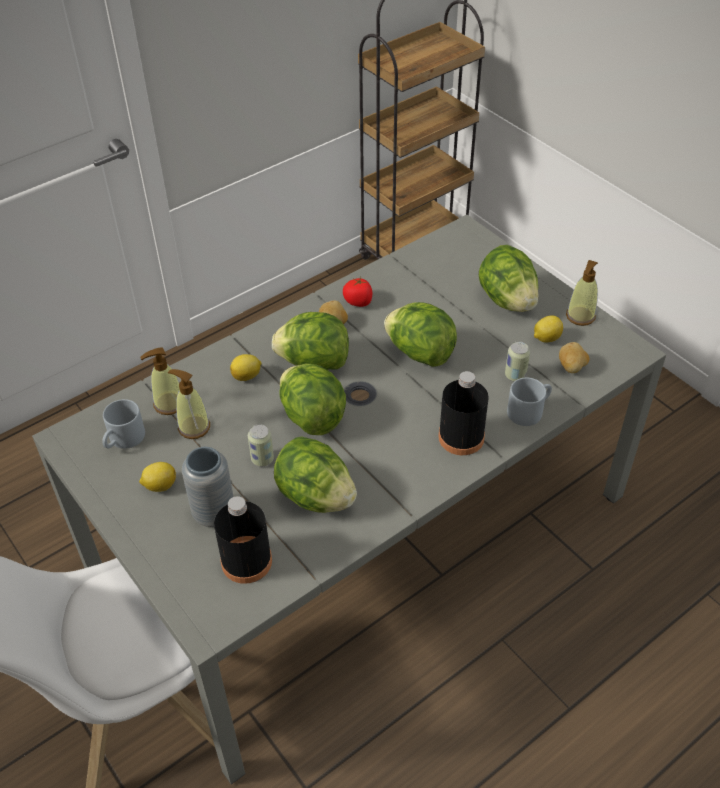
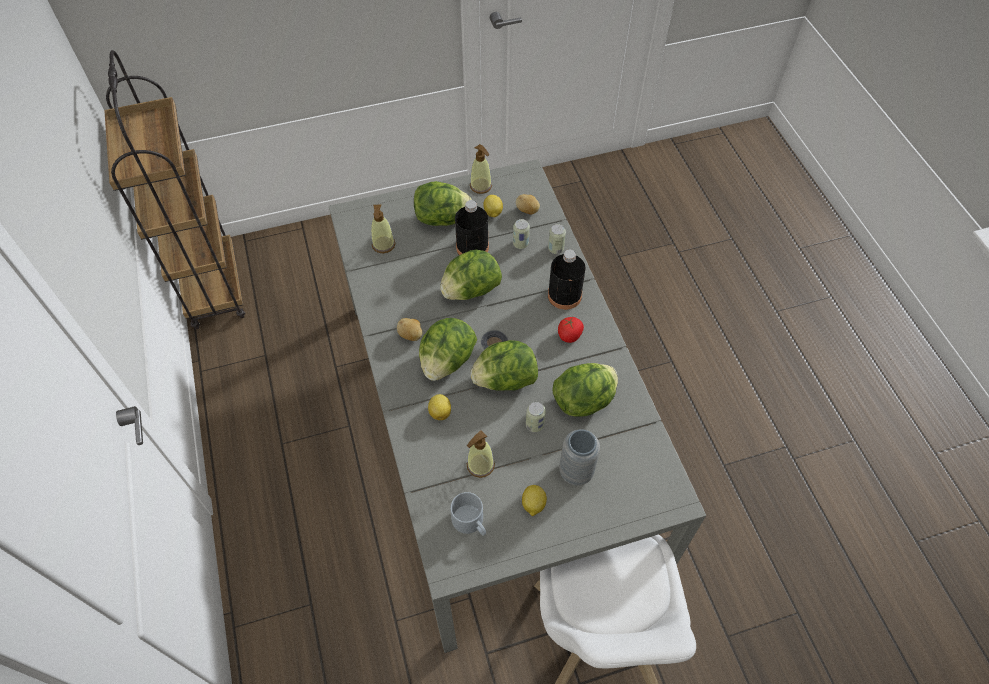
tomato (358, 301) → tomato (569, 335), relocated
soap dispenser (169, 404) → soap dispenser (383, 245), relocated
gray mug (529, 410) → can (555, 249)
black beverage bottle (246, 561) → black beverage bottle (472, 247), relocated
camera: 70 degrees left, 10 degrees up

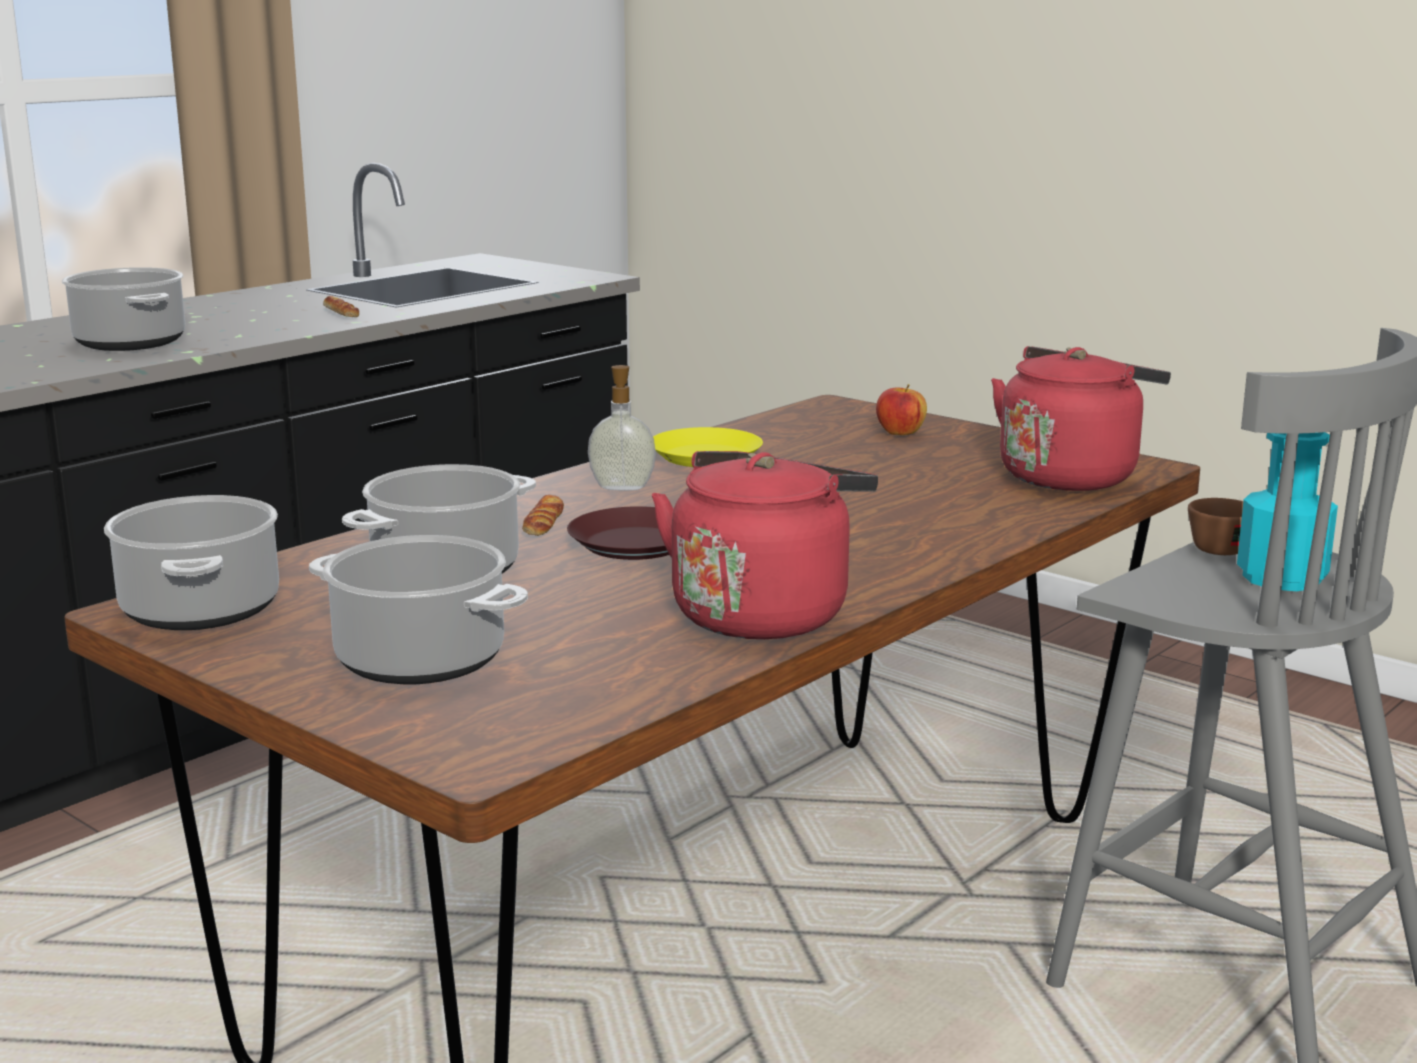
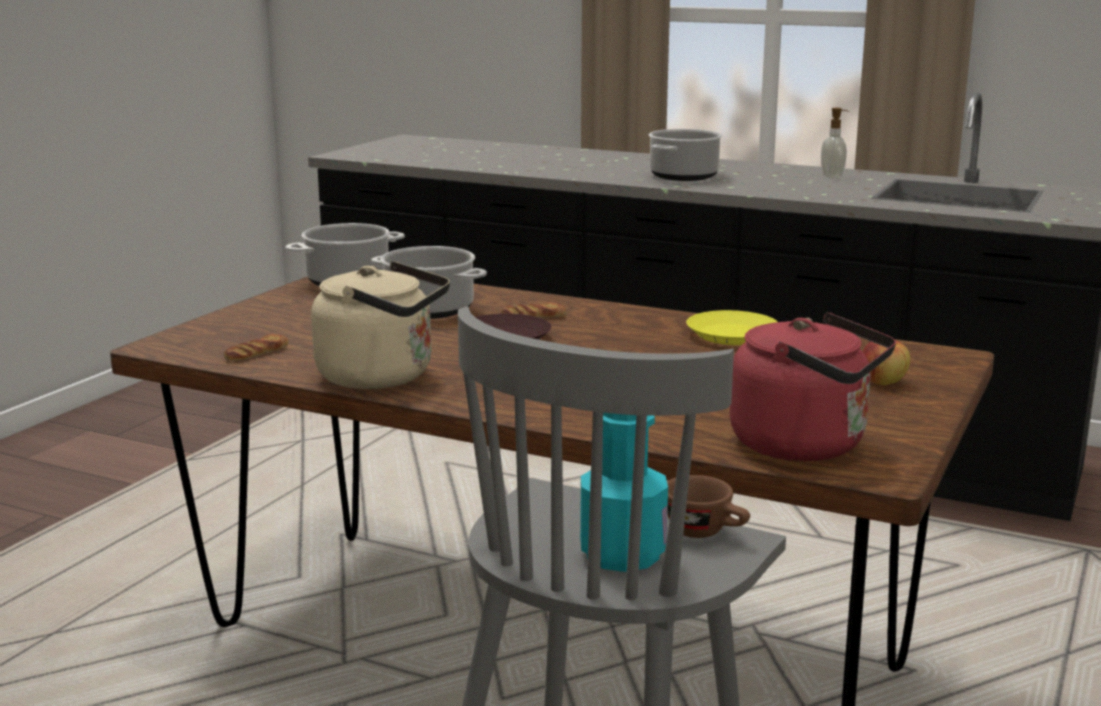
bakery bread (341, 313) → bakery bread (256, 353), relocated
soap dispenser (622, 487) → soap dispenser (833, 177), relocated
red-coloured kettle (763, 613) → beige kettle (383, 377)
stockpot (417, 660) → -
camera: 75 degrees right, 0 degrees up

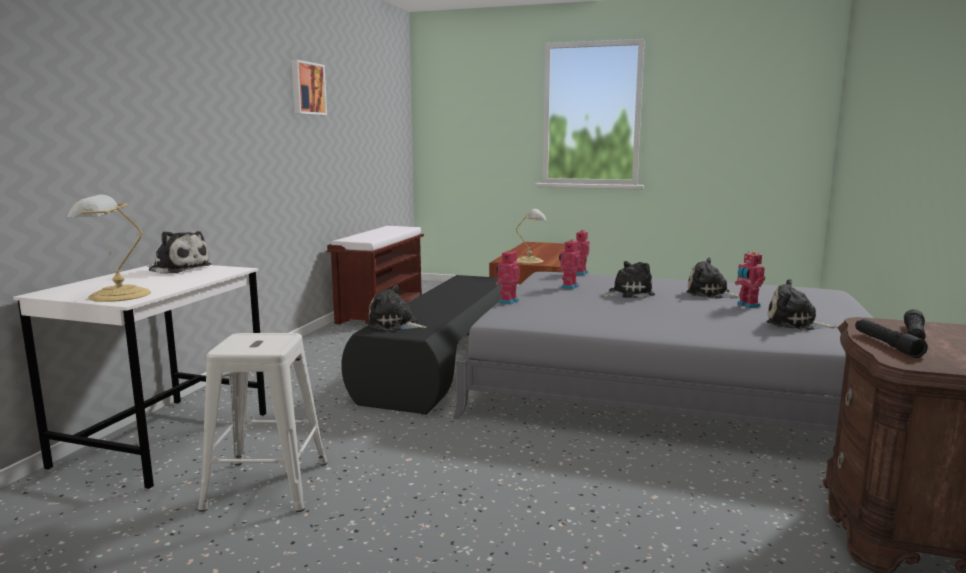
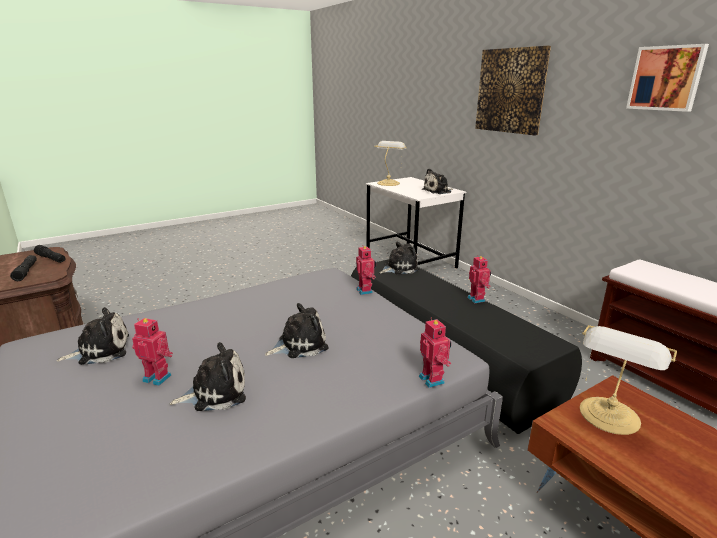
toy robot (568, 286) → toy robot (477, 299), relocated
plush toy (628, 293) → plush toy (299, 344), 135 degrees counterclockwise
white-coloured sitting stool (267, 485) → -
- → wall art (511, 91)
camera: 130 degrees right, 10 degrees up

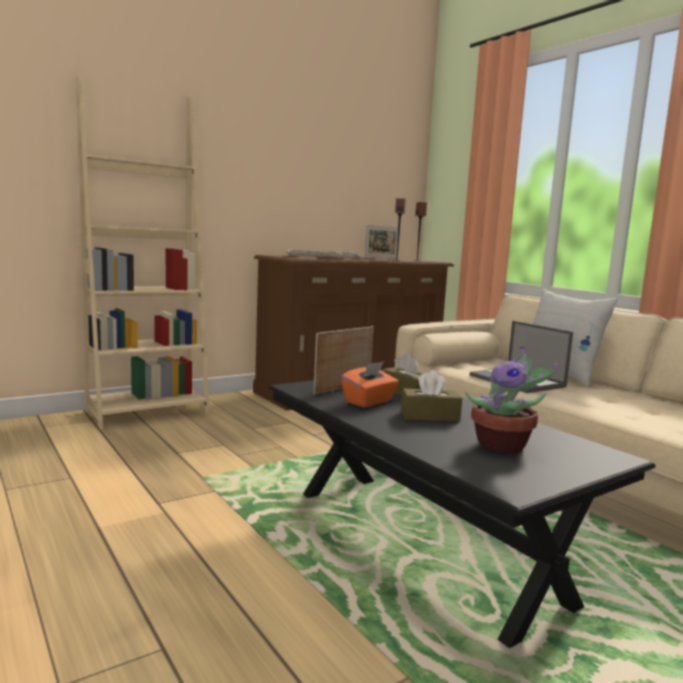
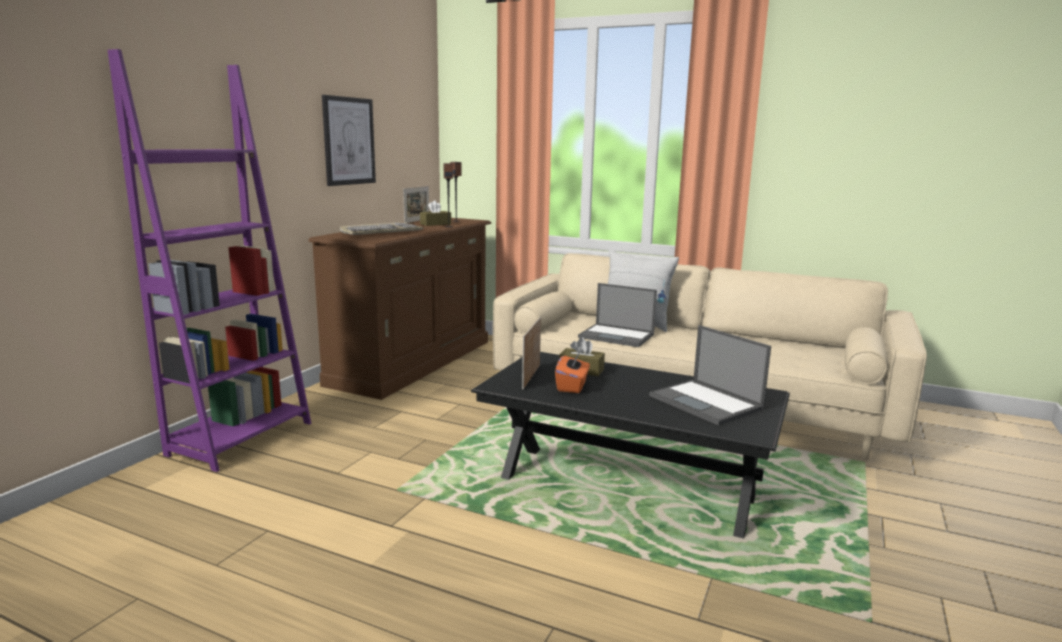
beige bookcase (147, 412) → purplish bookcase (240, 438)
plant in a pot (504, 446) → portable computer (707, 403)
brown-coloured tissue holder (430, 416) → brown-coloured tissue holder (435, 224), relocated
- → wall art (349, 141)
camera: 30 degrees left, 5 degrees up

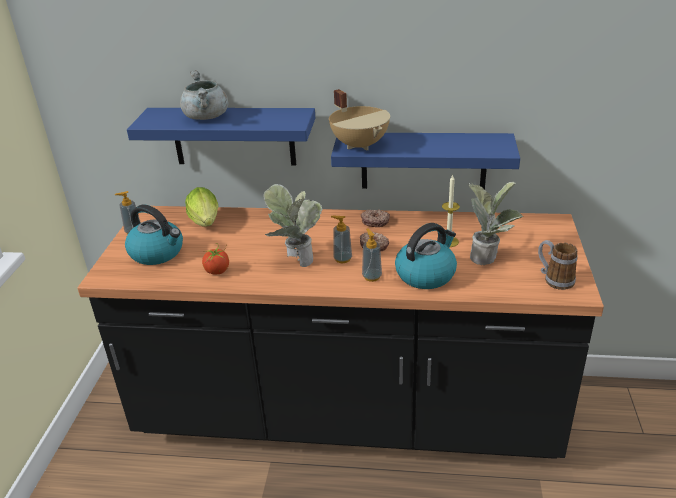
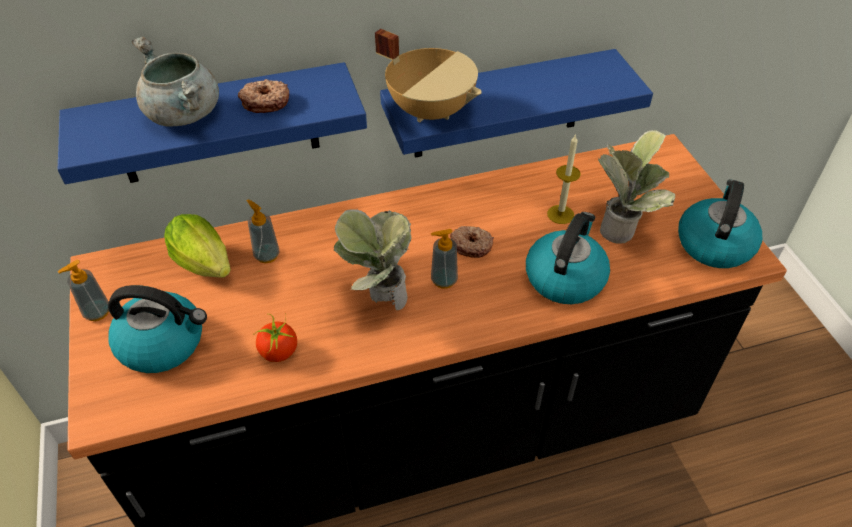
donut (375, 221) → donut (265, 102), relocated
soap dispenser (372, 277) → soap dispenser (267, 255), relocated
mug (554, 279) → kettle (714, 243)
camera: 25 degrees left, 15 degrees up

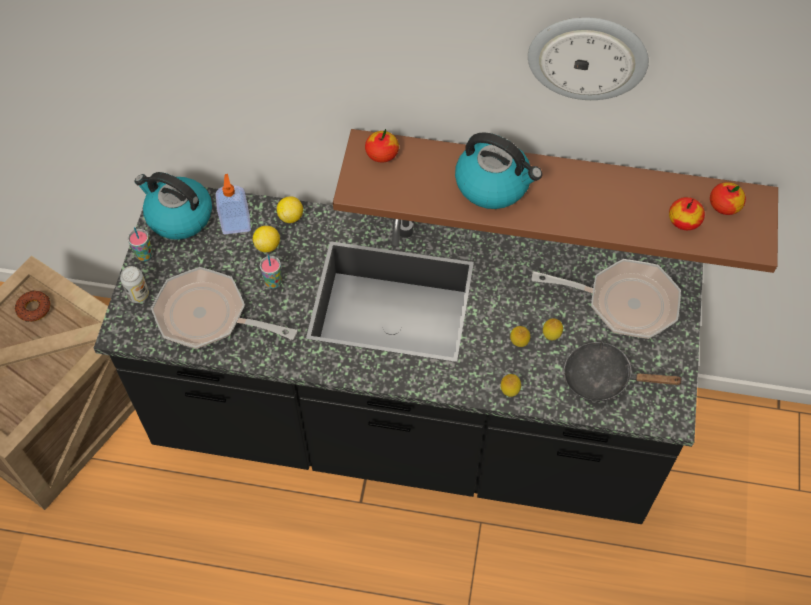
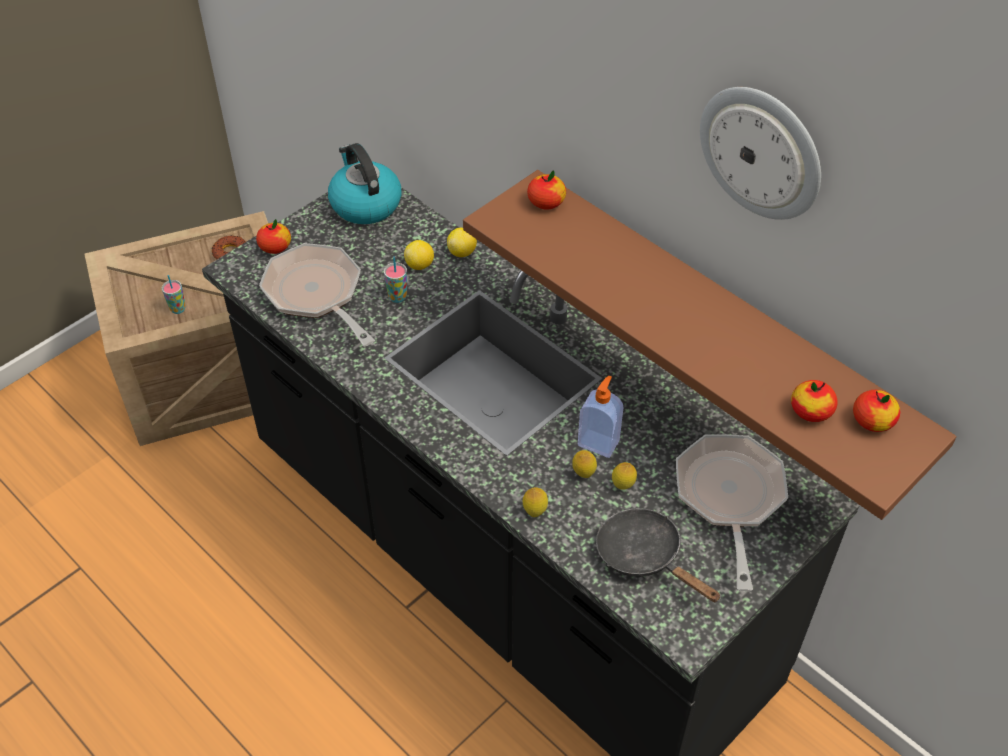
kettle (494, 184) → -
soap dispenser (236, 224) → soap dispenser (599, 442), relocated
cup (144, 255) → cup (178, 309), relocated
pan (623, 302) → pan (729, 498), 135 degrees counterclockwise
can (138, 295) → apple fruit (275, 247)
camera: 35 degrees right, 10 degrees down

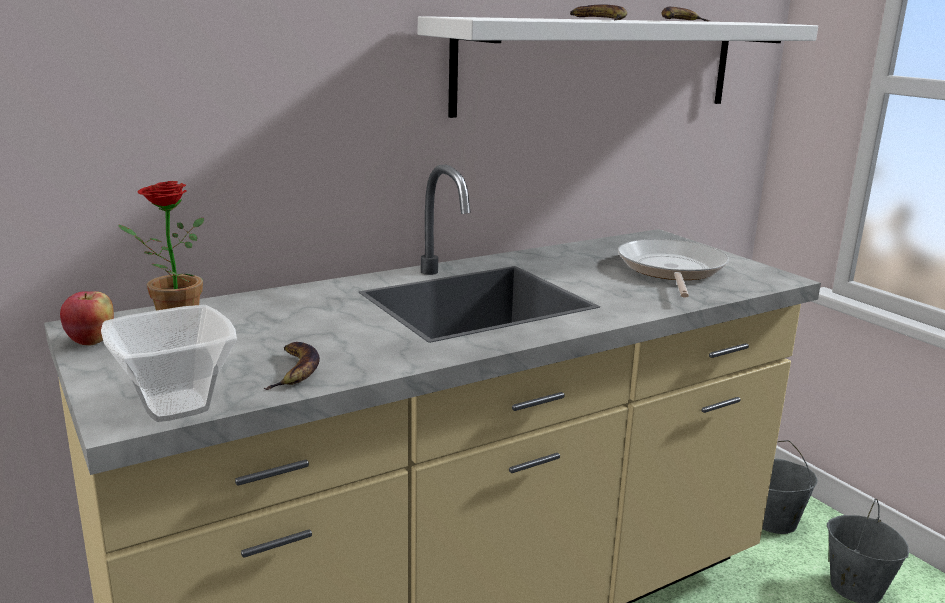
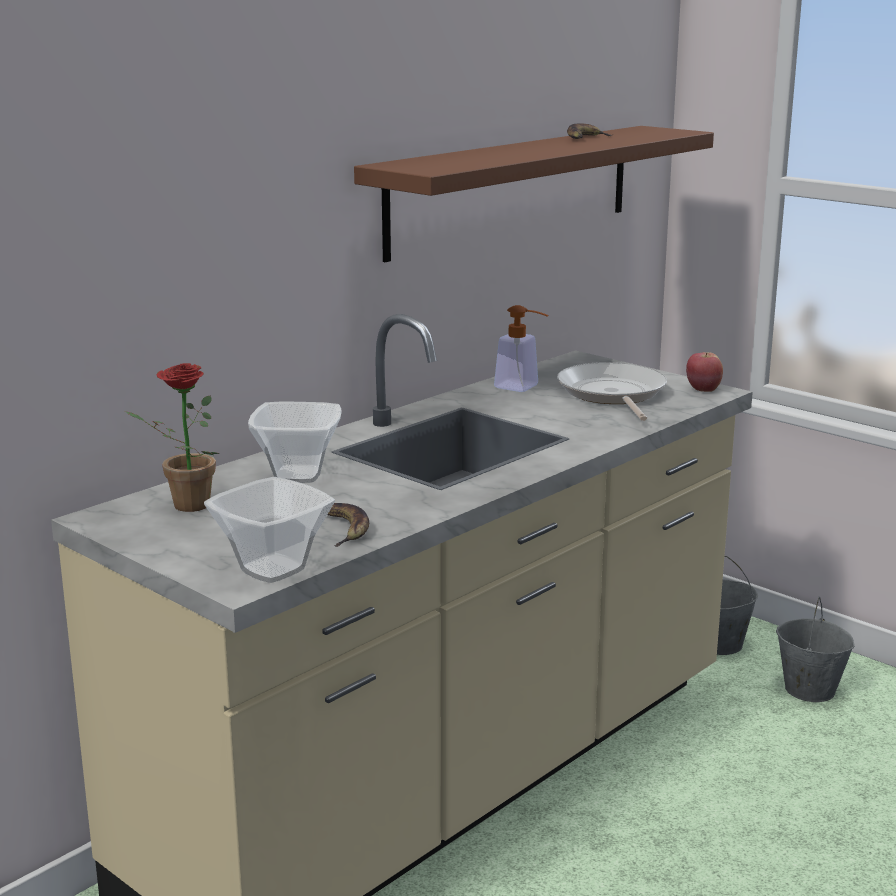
whole banana (599, 19) → -
white-coloured wall shelf (601, 65) → brown-coloured wall shelf (512, 189)
apple fruit (91, 341) → apple fruit (703, 389), relocated
- → soap dispenser (523, 388)
- → bowl (296, 474)
camera: 15 degrees left, 0 degrees up

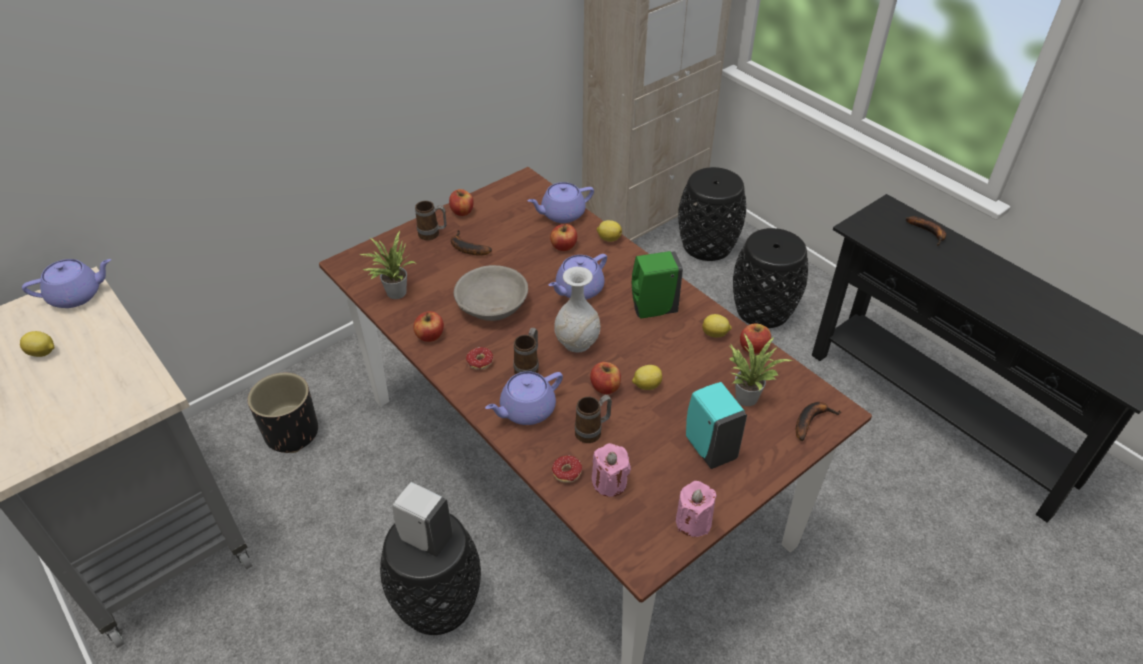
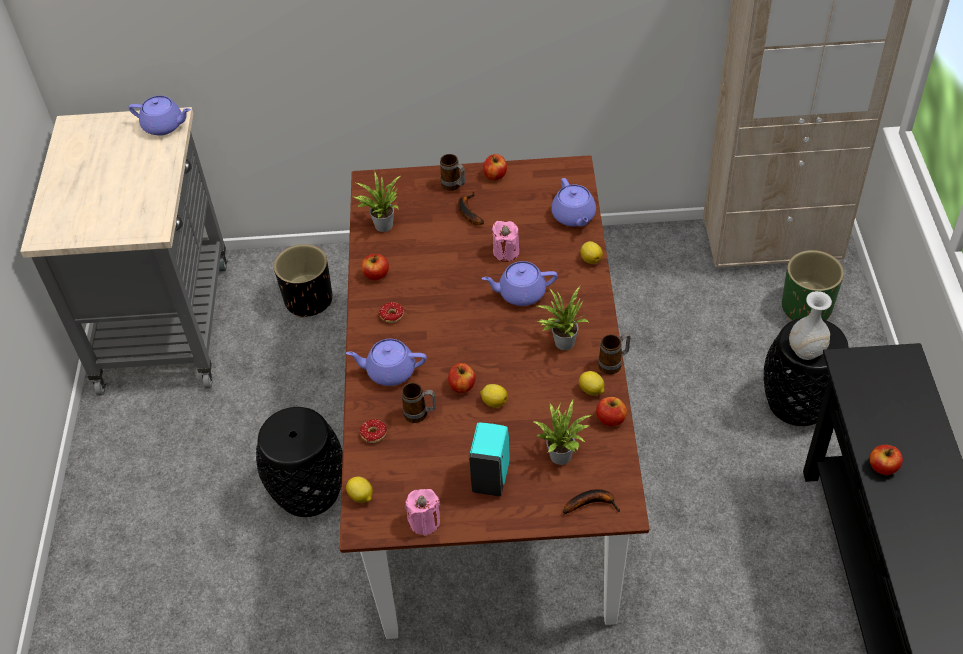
black sitting stool (707, 245) → greenish planter (806, 307)
purplish teapot (561, 214) → purplish teapot (574, 216), 120 degrees counterclockwise
whole banana (929, 232) → -
apple fruit (564, 246) → apple fruit (883, 467), relocated
greenish soap dispenser (652, 309) → plant in a pot (562, 342)
gray bowl (492, 305) → -
white-coloured decorative vase (577, 343) → white-coloured decorative vase (806, 351), relocated
mug (529, 367) → mug (614, 364), relocated
citrus fruit (43, 353) → citrus fruit (361, 497), relocated
pink-coloured wax candle (609, 482) → pink-coloured wax candle (506, 252), relocated
white-coloured soap dispenser (425, 538) → -
camera: 40 degrees right, 5 degrees up

